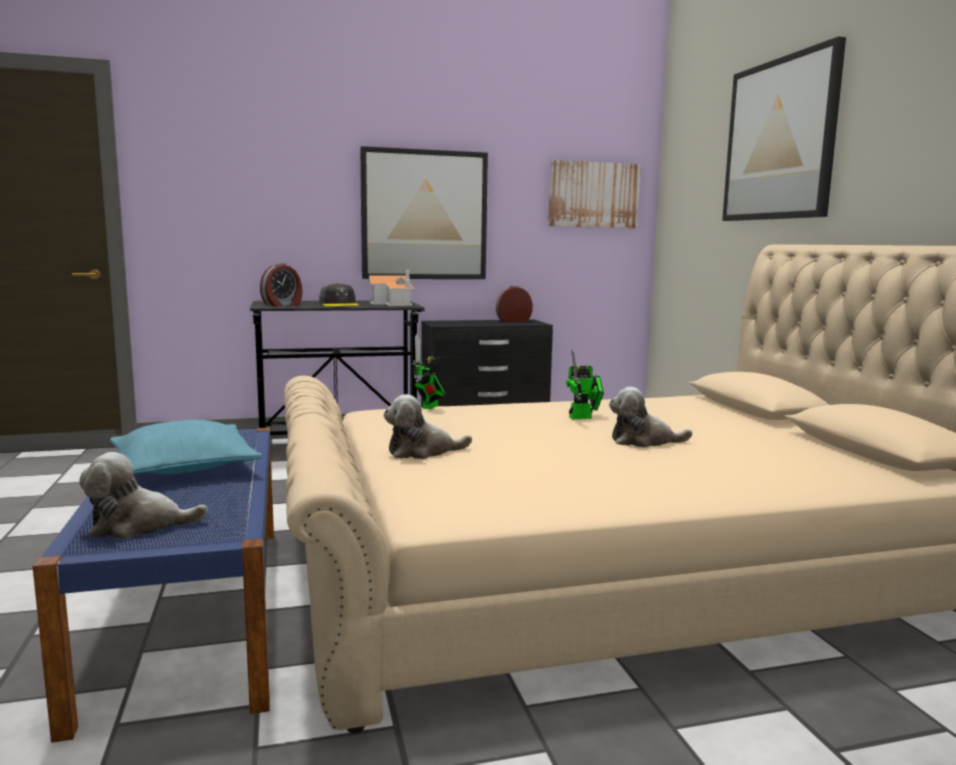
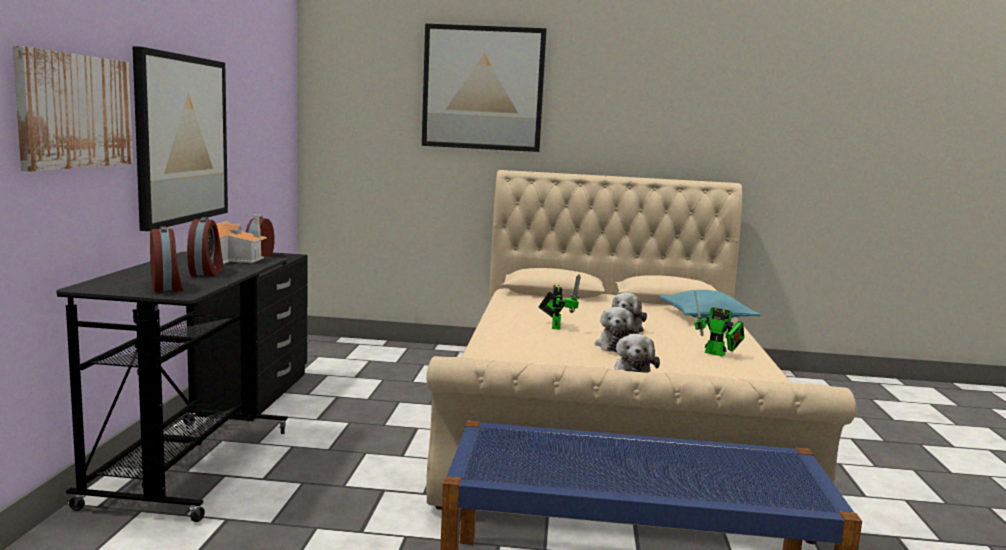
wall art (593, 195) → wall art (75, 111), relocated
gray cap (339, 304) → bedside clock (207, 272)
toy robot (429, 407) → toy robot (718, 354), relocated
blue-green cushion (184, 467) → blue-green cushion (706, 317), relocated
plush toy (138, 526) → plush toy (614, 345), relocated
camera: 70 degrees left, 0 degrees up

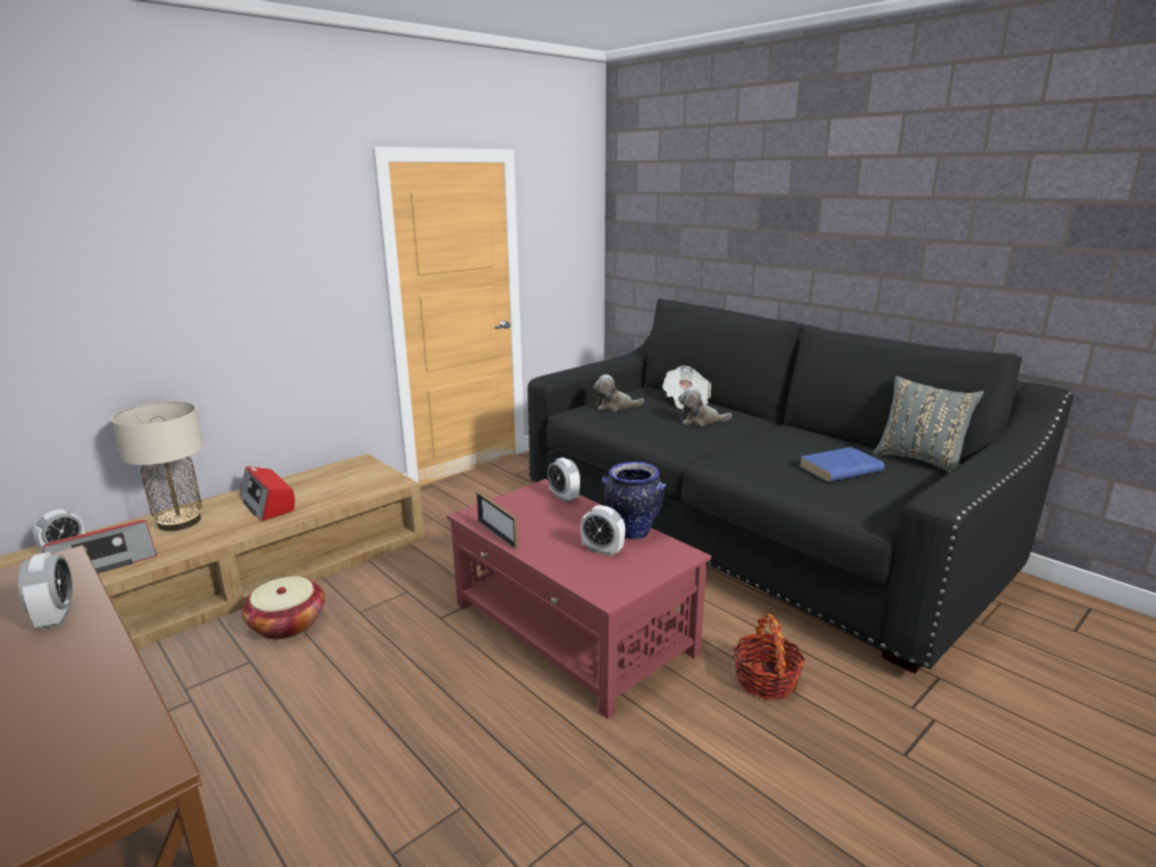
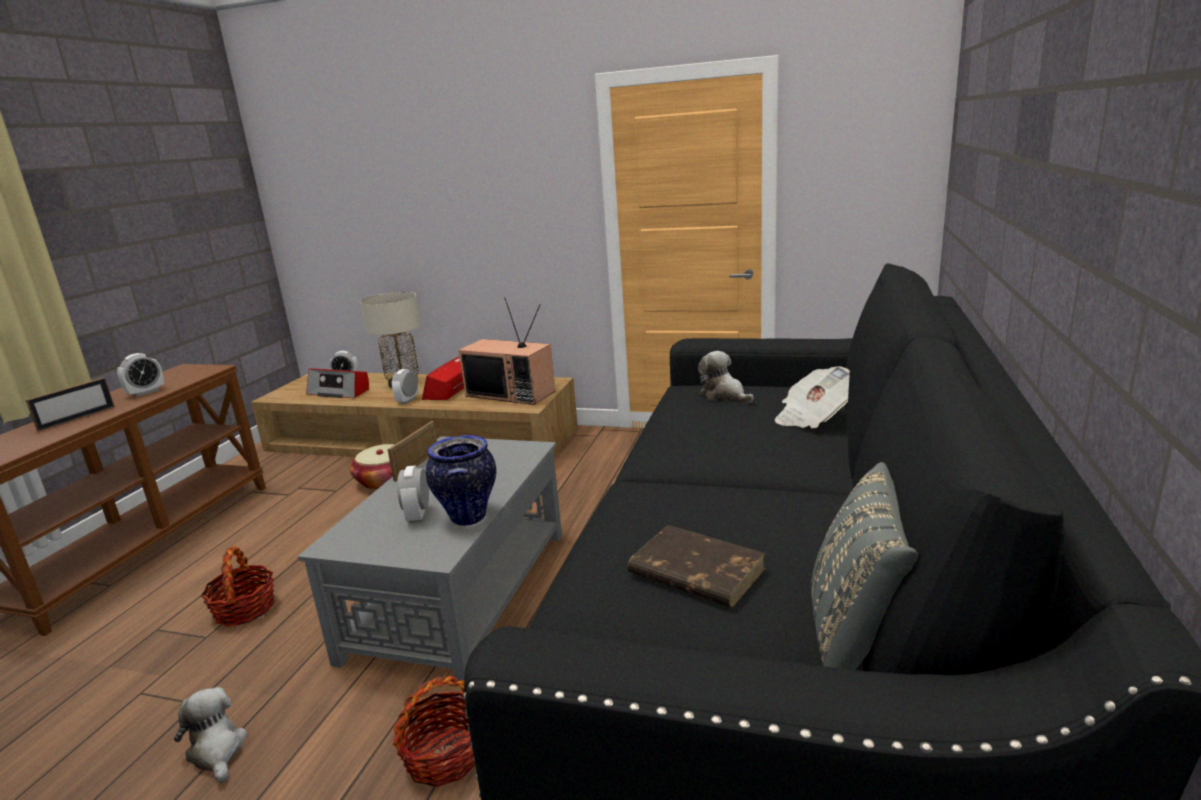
plush toy (700, 421) → plush toy (217, 751), relocated
bluish bound book (840, 469) → brown-coloured bound book (695, 571)
bedside clock (564, 497) → bedside clock (407, 400), relocated
red-coloured lounge table (572, 629) → gray lounge table (459, 593)
- → TV set (512, 393)
- → photo frame (77, 418)
- → household basket (245, 609)
camera: 60 degrees right, 0 degrees up

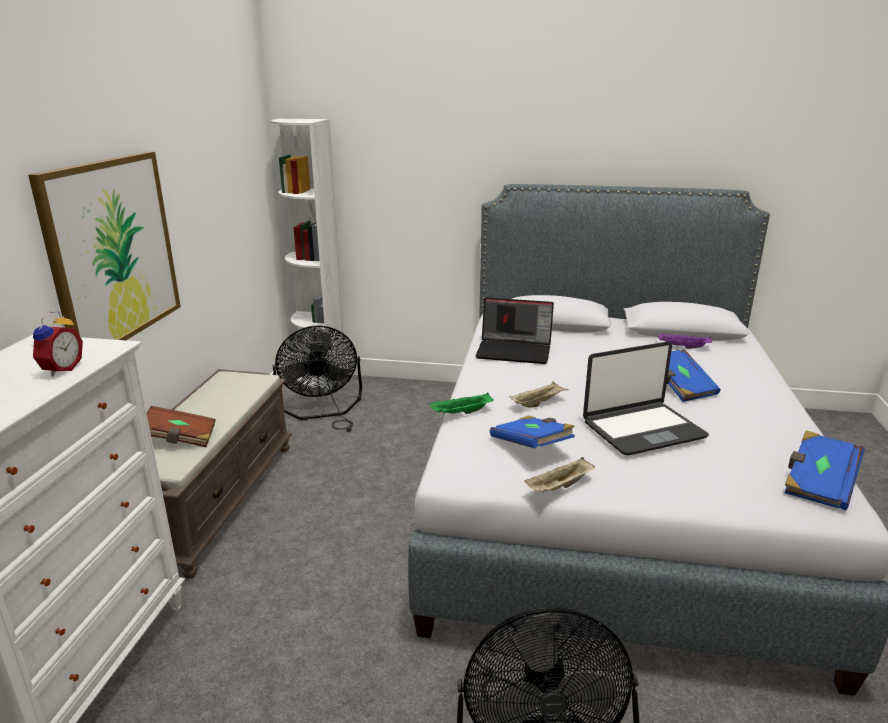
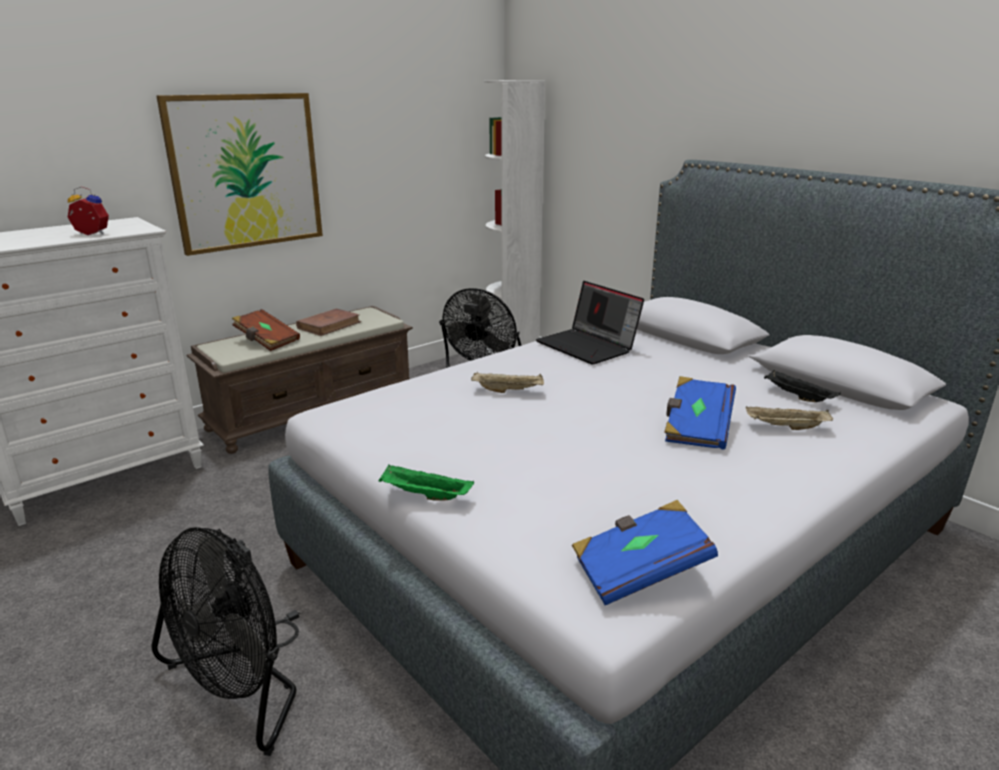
bedside clock (60, 369) → bedside clock (90, 234), 135 degrees counterclockwise
purplish serving tray (682, 347) → black serving tray (797, 396)
portable computer (642, 429) → -
greenish serving tray (461, 413) → greenish serving tray (424, 496), relocated
bluish bound book (531, 446) → -
beige serving tray (559, 487) → beige serving tray (785, 427), relocated
- → brown-coloured bound book (329, 325)
camera: 40 degrees right, 0 degrees up

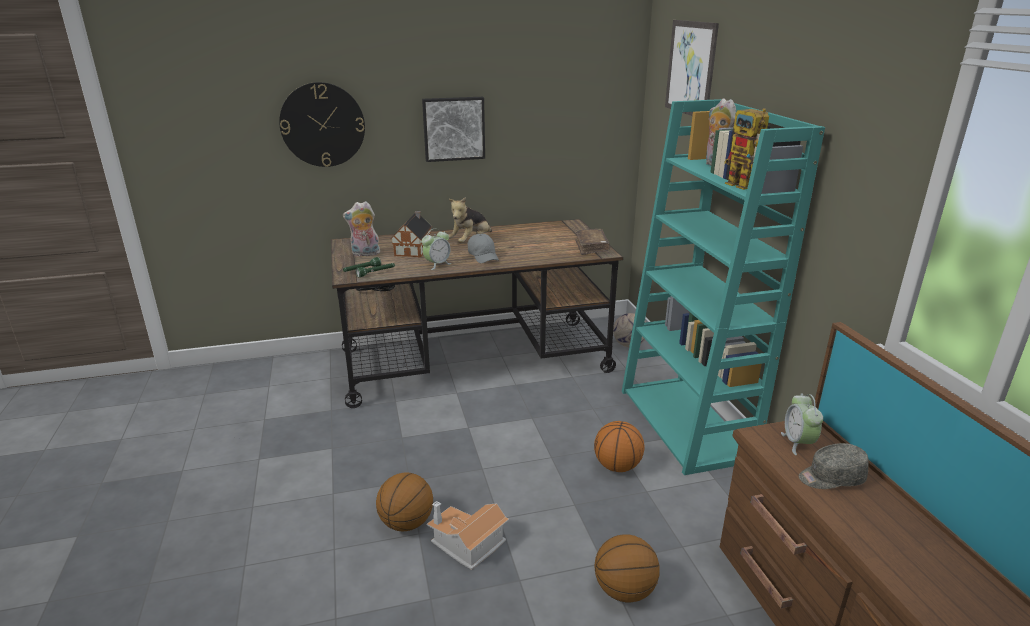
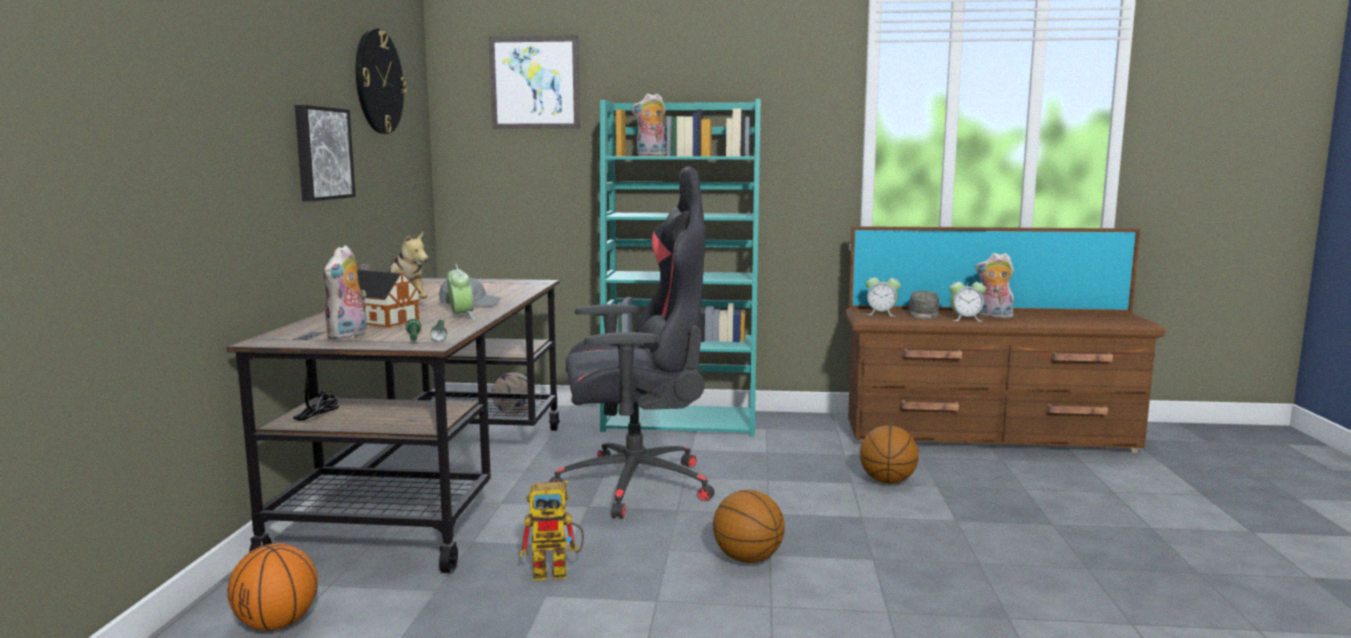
wall clock (322, 125) → wall clock (378, 81), relocated
toy robot (748, 186) → toy robot (558, 571), relocated
brown-coloured bound book (591, 247) → -
basketball ball (617, 466) → basketball ball (276, 624), relocated
toy house (466, 544) → -
- → black office chair (633, 486)
- → plush toy (993, 316)
- → bedside clock (965, 319)
camera: 70 degrees left, 15 degrees down

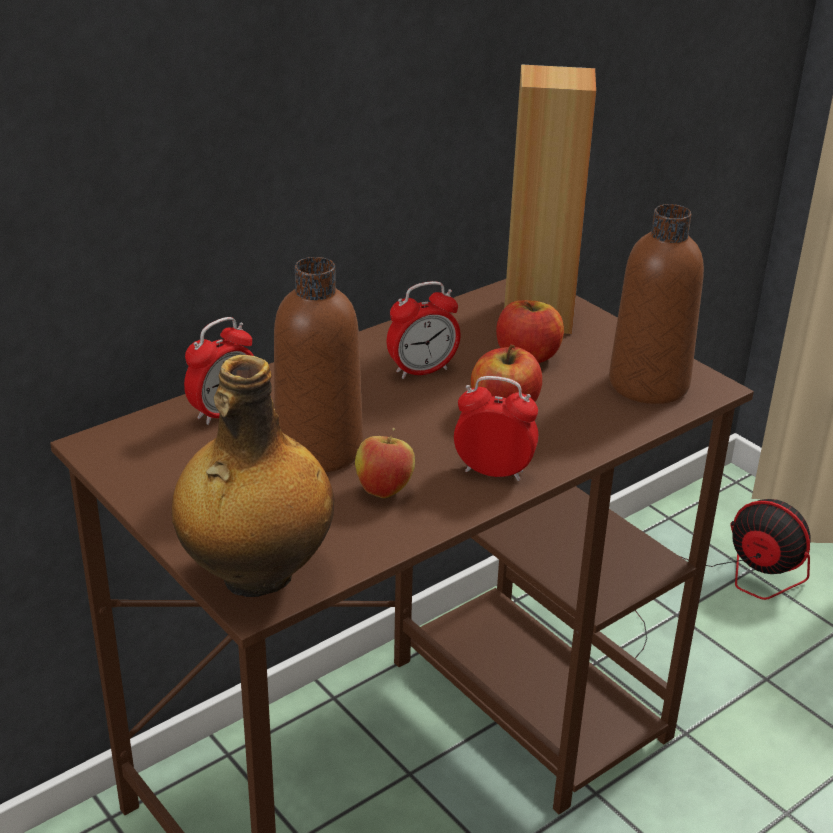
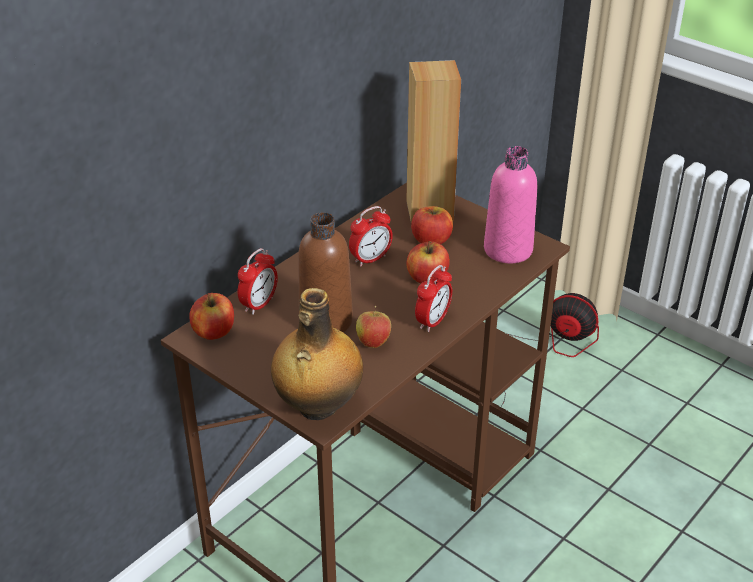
brown-coloured beverage bottle (648, 384) → pink-coloured beverage bottle (508, 250)
bedside clock (493, 472) → bedside clock (433, 321), 120 degrees clockwise
- → apple fruit (214, 331)
camera: 10 degrees left, 5 degrees up

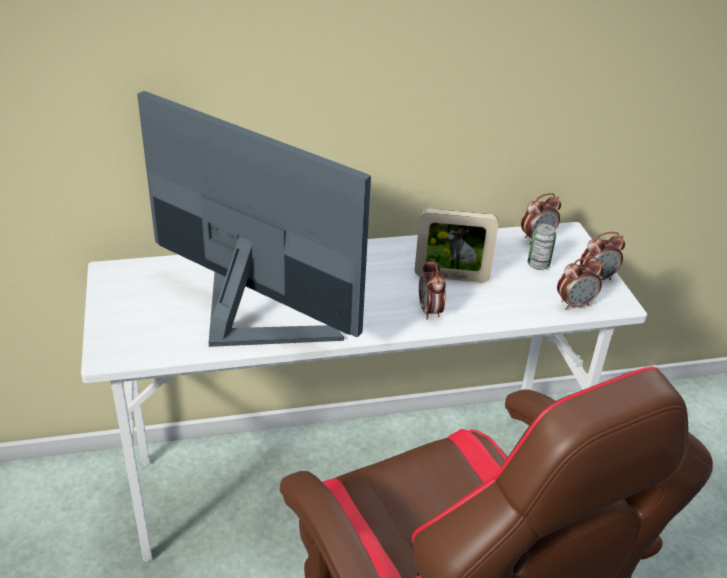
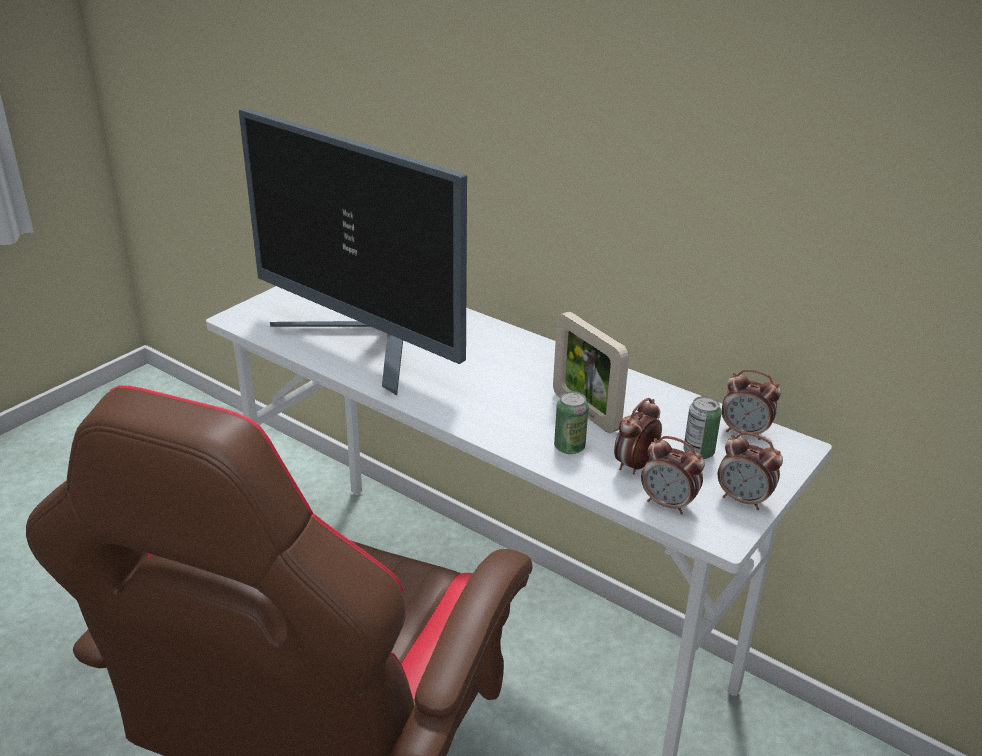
computer display (247, 318) → computer display (363, 346), 135 degrees clockwise
bedside clock (430, 311) → bedside clock (635, 465), relocated
- → can (569, 447)
camera: 50 degrees right, 5 degrees down

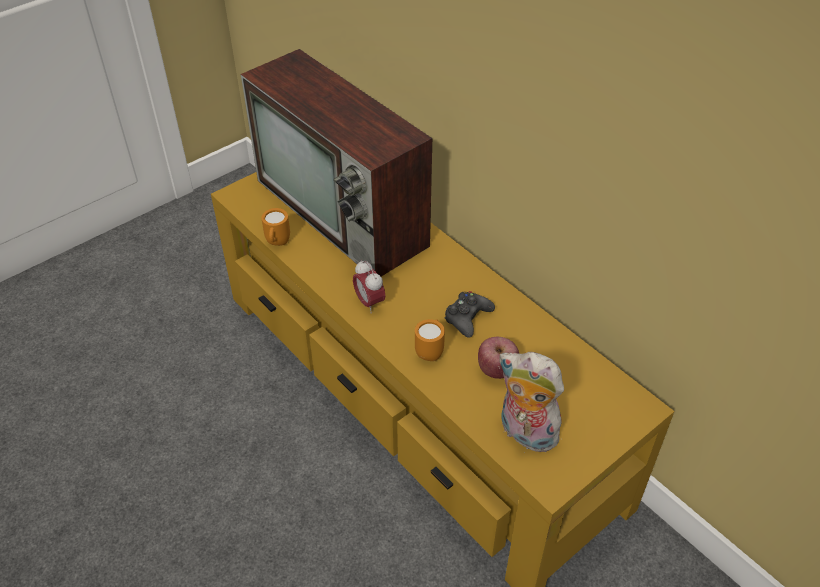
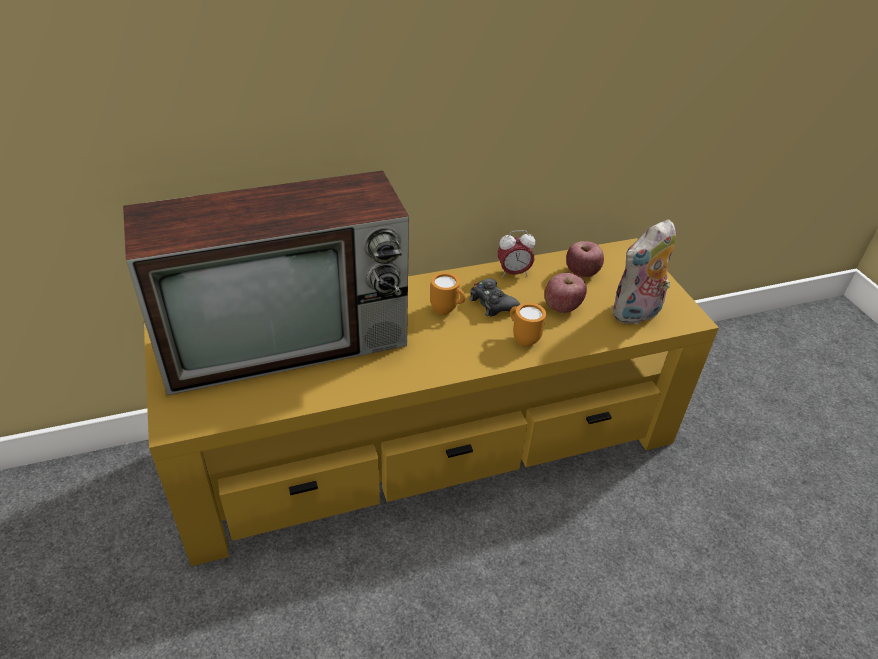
orange-coloured mug (277, 244) → orange-coloured mug (447, 310), relocated
bedside clock (369, 302) → bedside clock (513, 273), relocated
- → apple fruit (582, 273)
camera: 70 degrees left, 5 degrees down

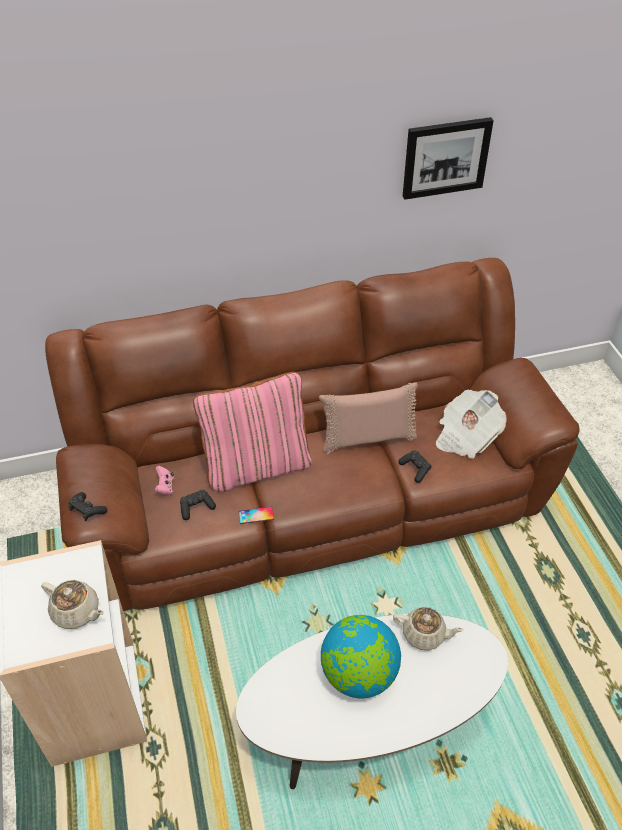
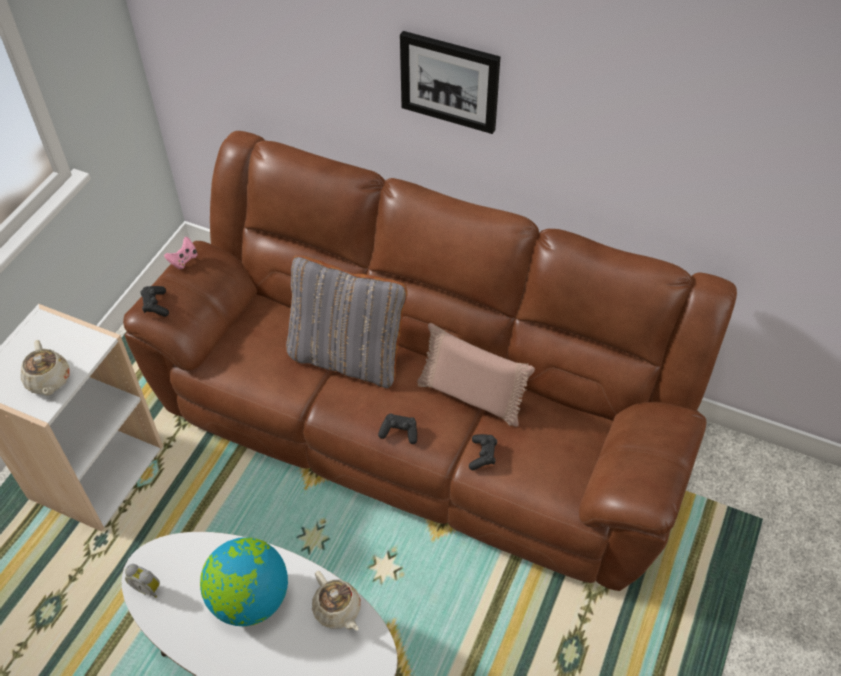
wall art (445, 157) → wall art (450, 81), relocated
pink-coloured cushion (257, 466) → gray cushion (348, 357)
newspaper (466, 436) → -
pink-coloured game controller (165, 487) → pink-coloured game controller (184, 260), relocated
black game controller (196, 508) → black game controller (399, 432), relocated
handset (256, 515) → -
- → bedside clock (148, 587)
camera: 40 degrees right, 5 degrees up

